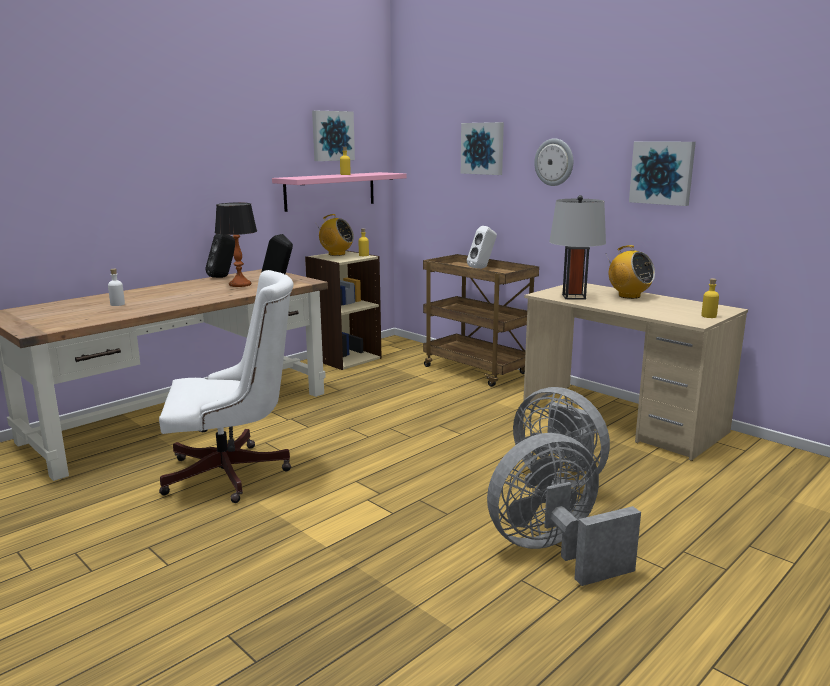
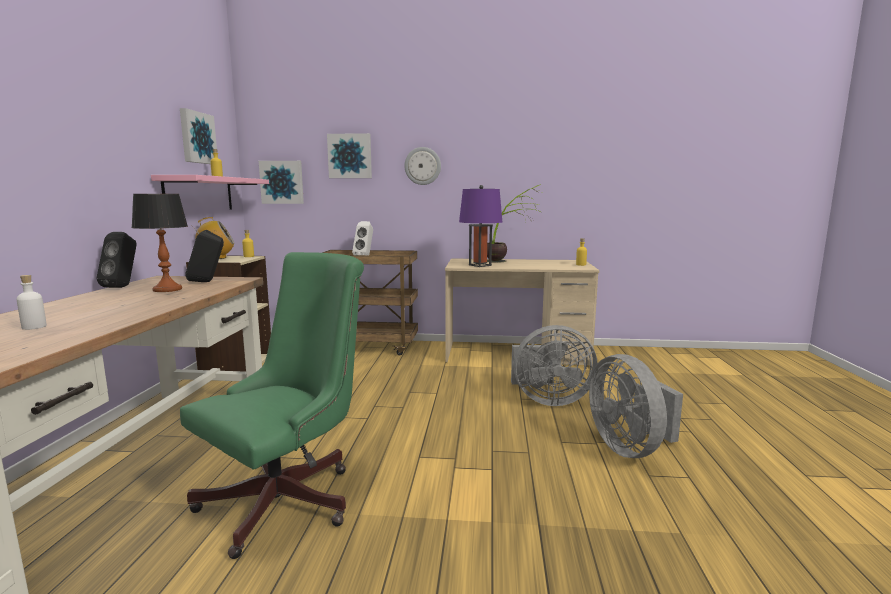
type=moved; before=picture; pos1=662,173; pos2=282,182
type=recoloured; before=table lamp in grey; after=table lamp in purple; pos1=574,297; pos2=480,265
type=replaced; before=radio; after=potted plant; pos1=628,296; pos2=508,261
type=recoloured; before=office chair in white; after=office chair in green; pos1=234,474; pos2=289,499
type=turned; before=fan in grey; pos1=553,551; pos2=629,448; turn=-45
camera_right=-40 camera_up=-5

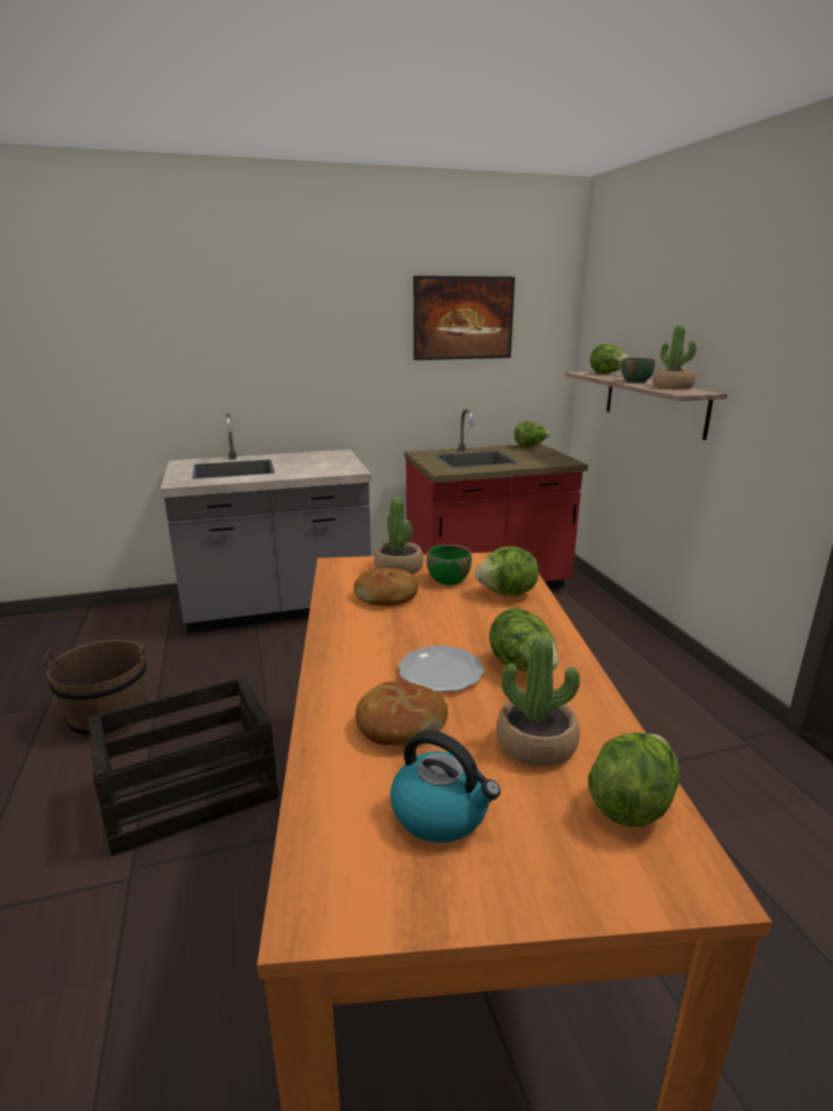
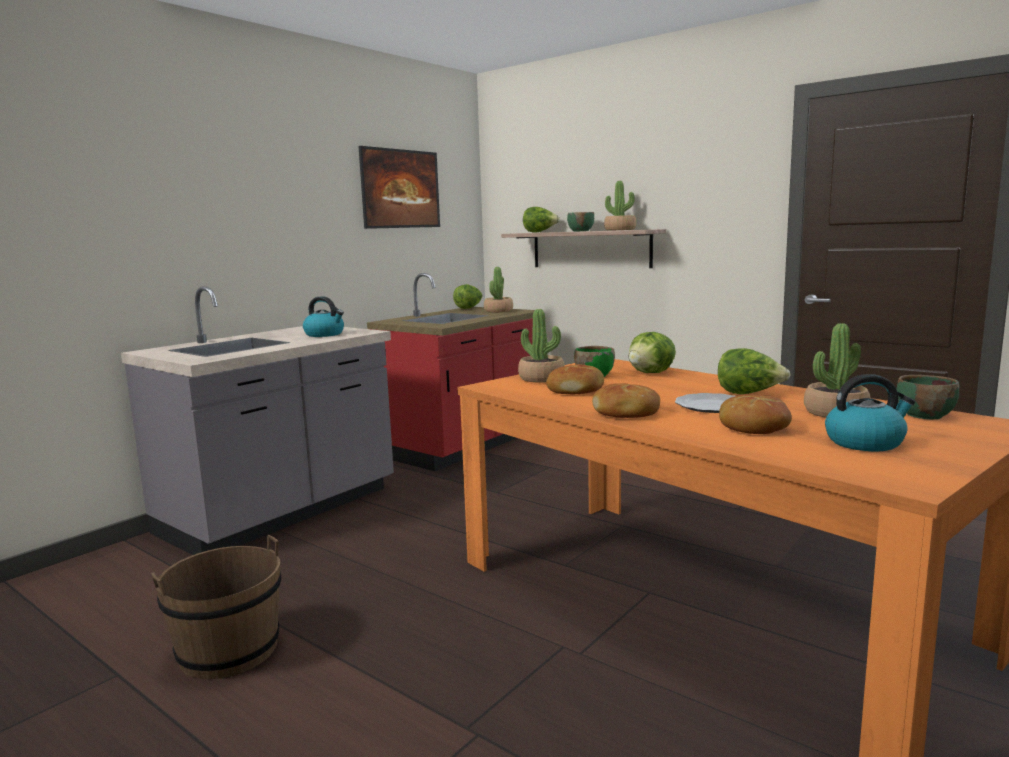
type=removed; before=crate; pos1=192,793
type=replaced; before=lettuce; after=bowl in green; pos1=631,803; pos2=924,415
type=added; after=potted plant; pos2=498,311
type=added; after=kettle; pos2=325,334
type=added; after=bread; pos2=626,413
camera_right=-35 camera_up=-10

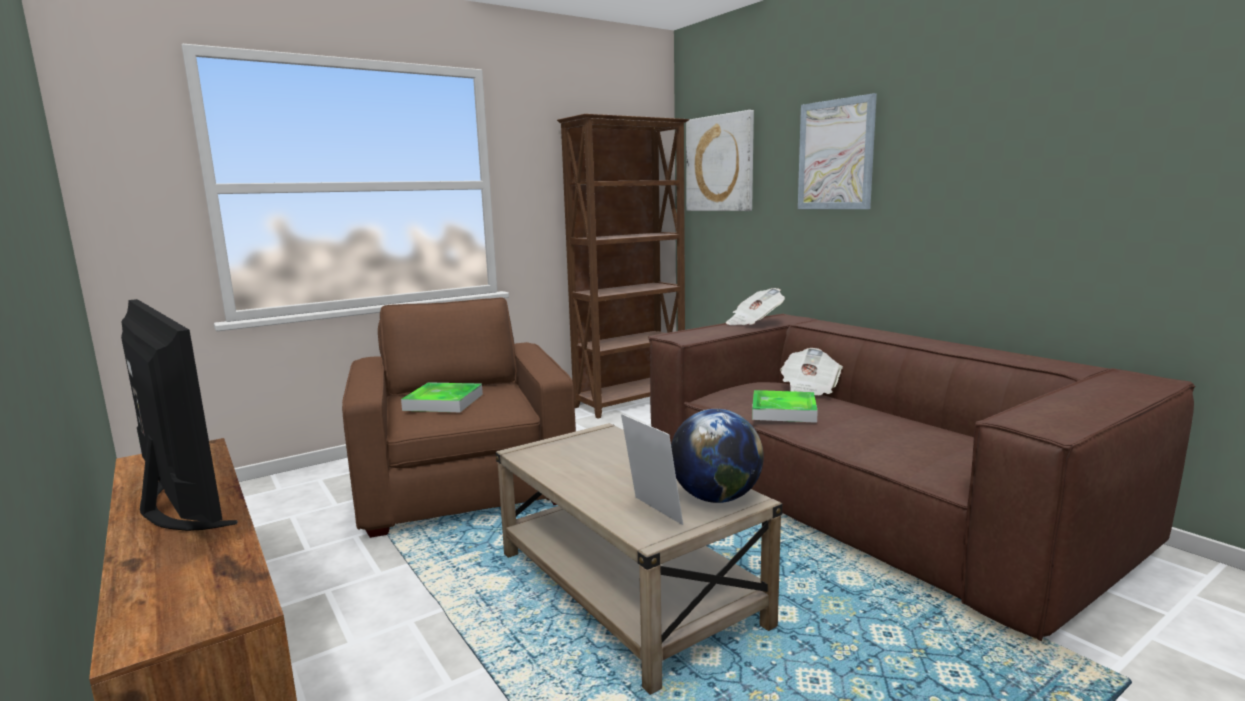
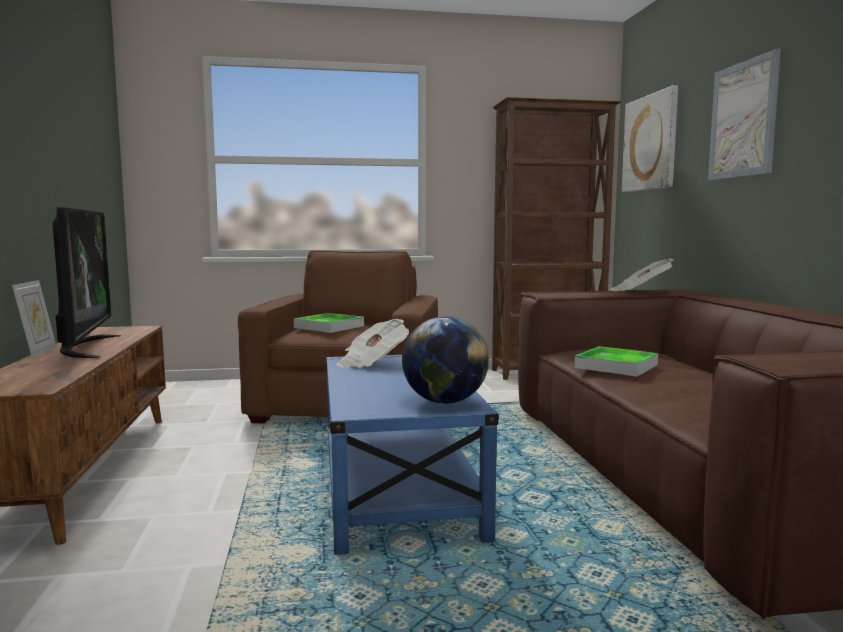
type=moved; before=newspaper; pos1=809,389; pos2=372,363
type=moved; before=picture frame; pos1=652,512; pos2=38,352
type=recoloured; before=coffee table in beige; after=coffee table in blue; pos1=627,588; pos2=397,488
camera_right=25 camera_up=-5

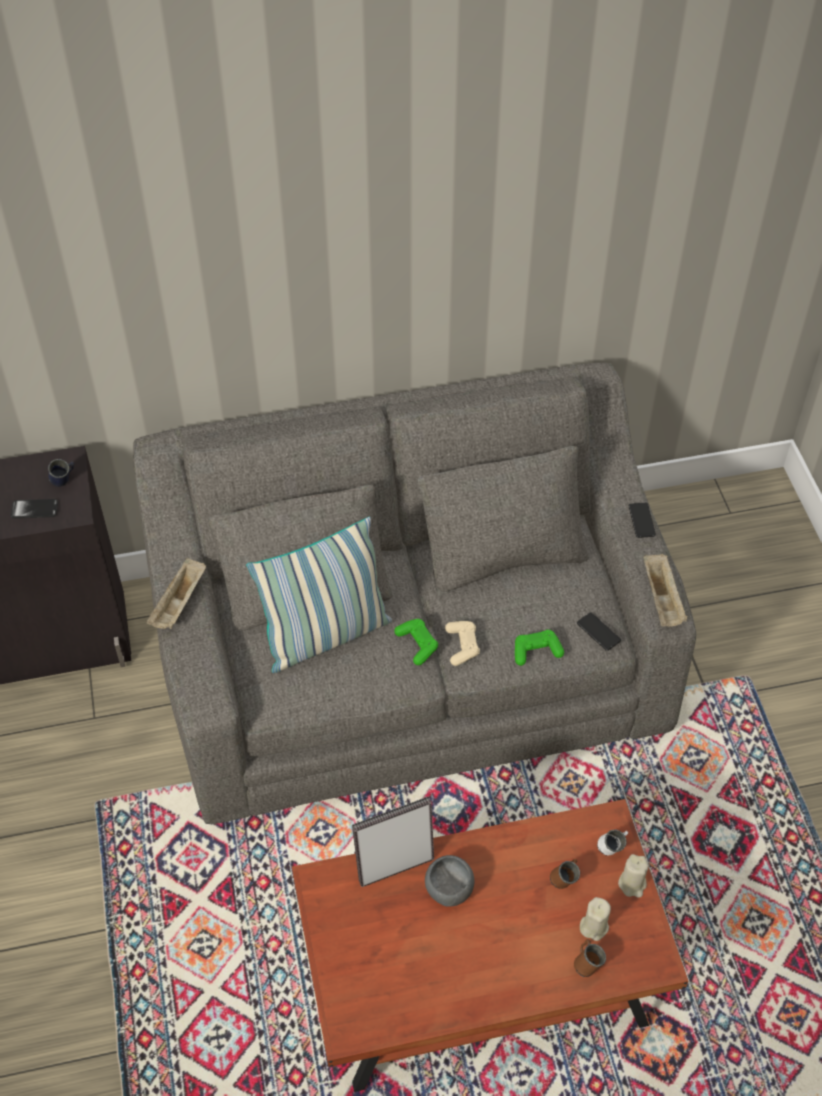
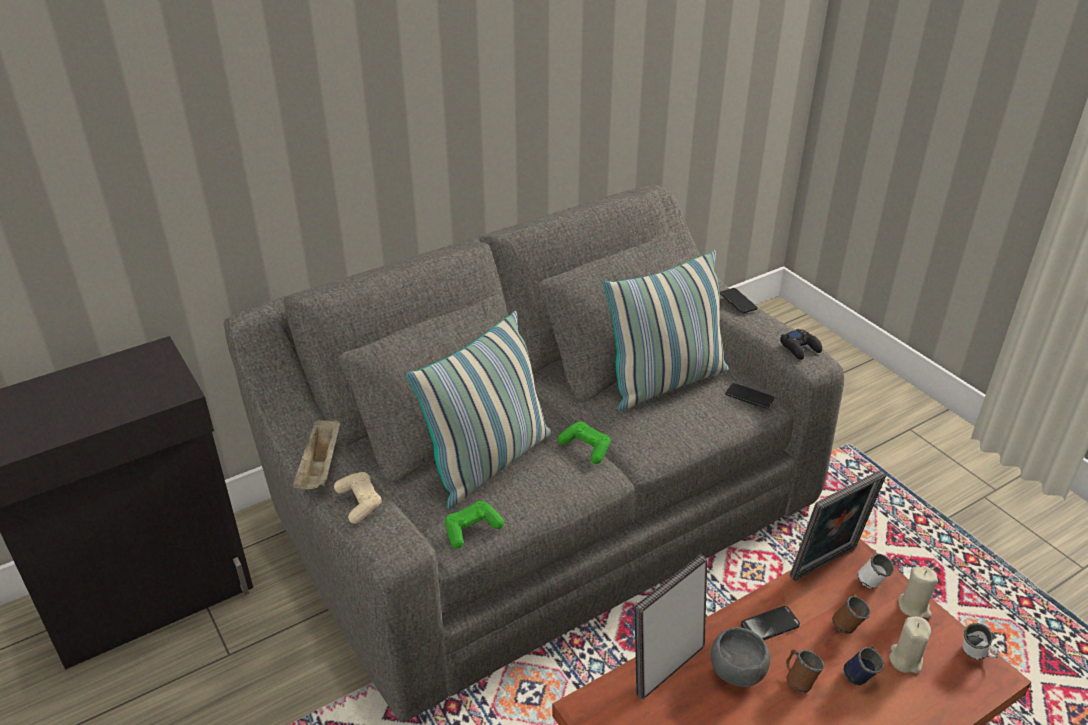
type=moved; before=mug in blue; pos1=64,481; pos2=860,675
type=moved; before=phone; pos1=34,509; pos2=769,625
type=replaced; before=tray in beige; after=game controller in black; pos1=662,600; pos2=800,348
type=moved; before=game controller in beige; pos1=462,646; pos2=359,502
type=moved; before=game controller in green; pos1=536,651; pos2=472,529
type=moved; before=mug in brown; pos1=587,963; pos2=798,679
type=added; after=pillow; pos2=665,382
type=added; after=picture frame; pos2=827,565
type=added; after=mug in white; pos2=976,656
camera_right=-20 camera_up=-15

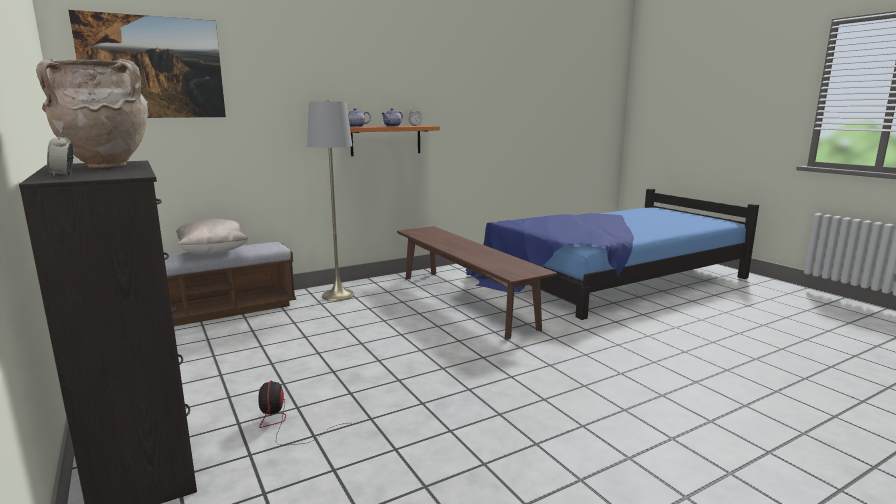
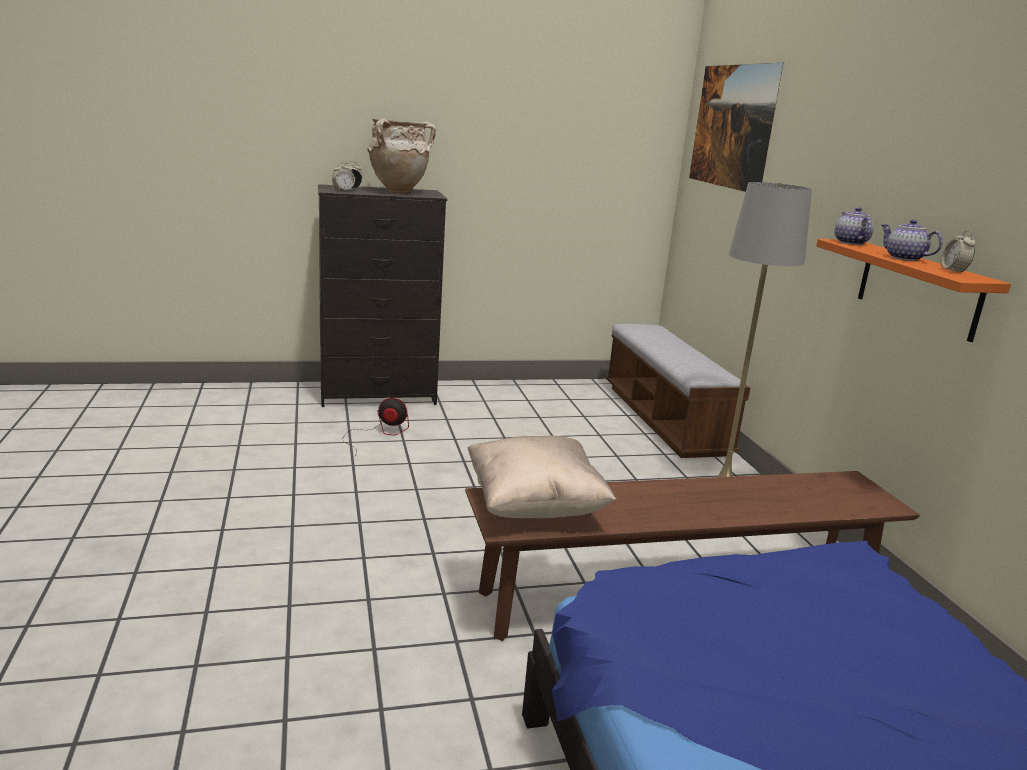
type=moved; before=pillow in beige; pos1=213,252; pos2=535,507
type=added; after=alarm clock; pos2=343,190
camera_right=105 camera_up=5

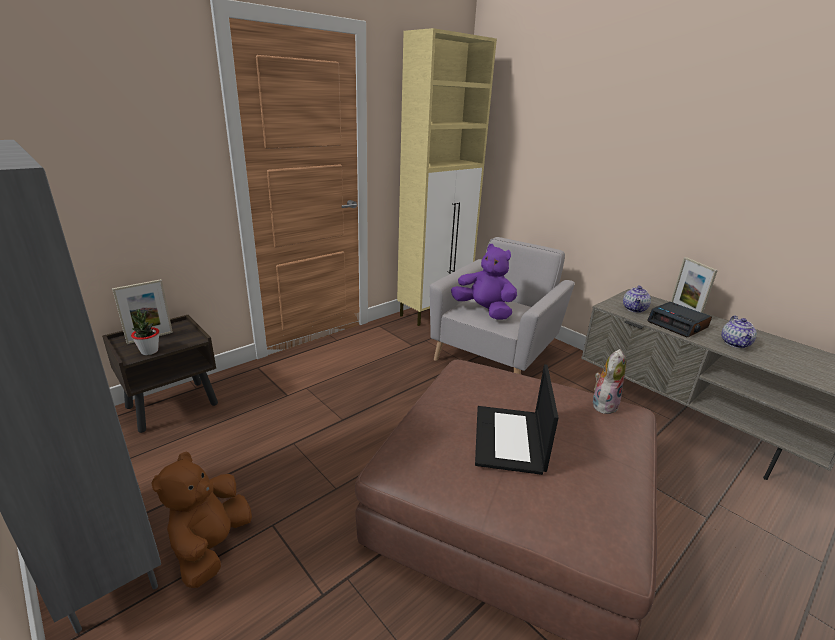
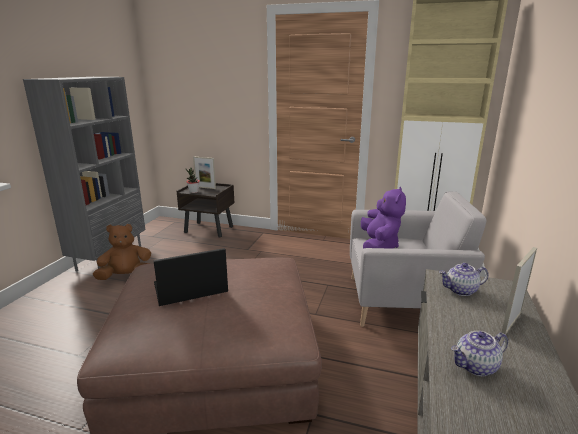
type=removed; before=alarm clock; pos1=678,325
type=removed; before=plush toy; pos1=603,404
camera_right=60 camera_up=-5

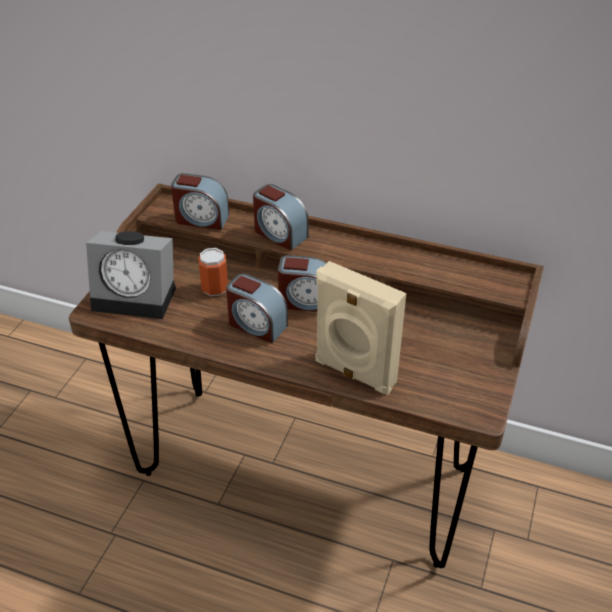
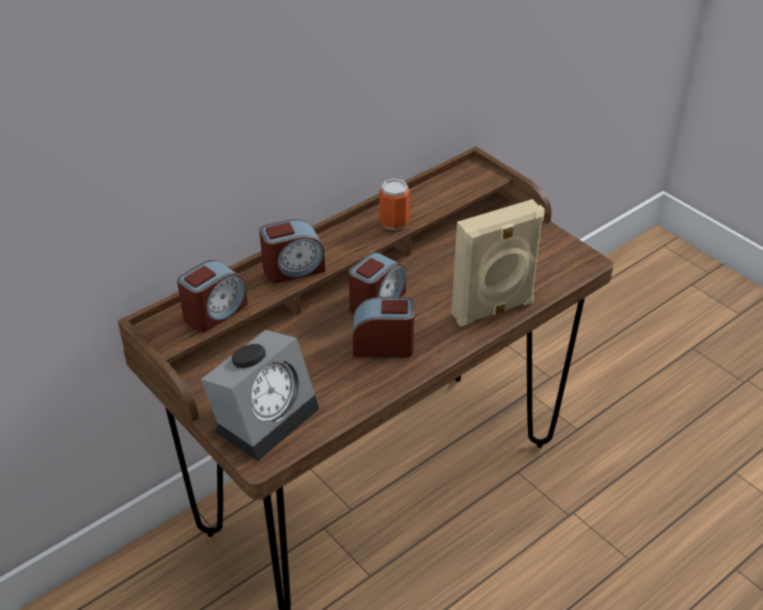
type=moved; before=can; pos1=215,288; pos2=394,222
type=turned; before=alarm clock; pos1=256,325; pos2=383,345; turn=-150
camera_right=-60 camera_up=0

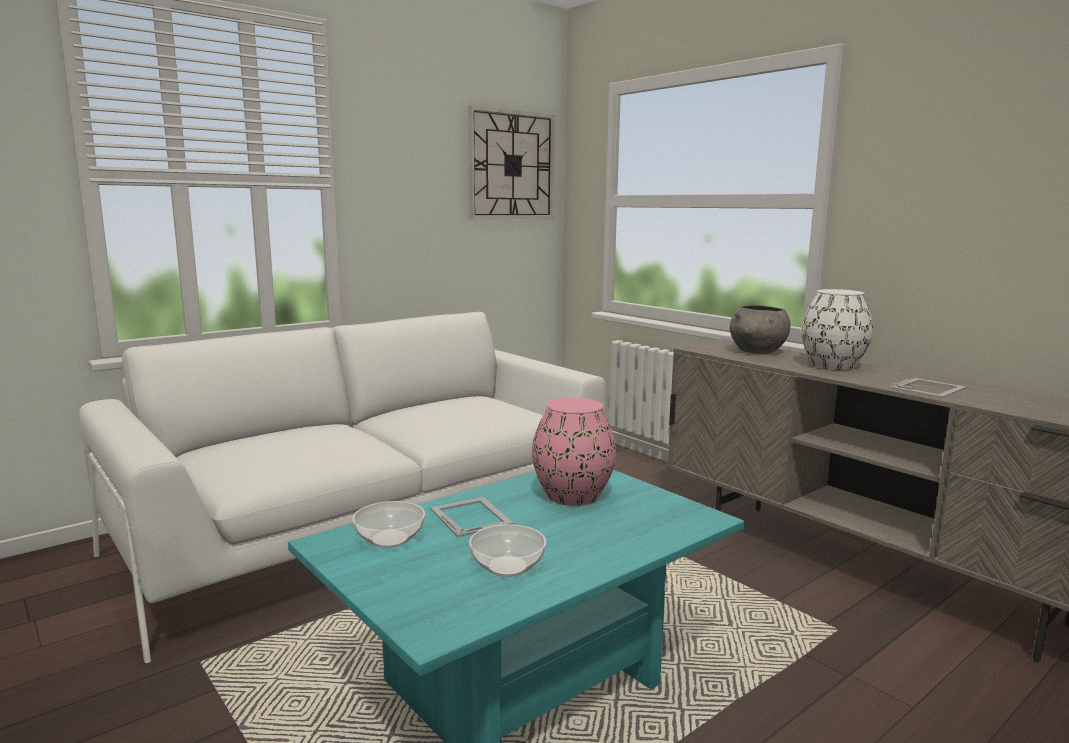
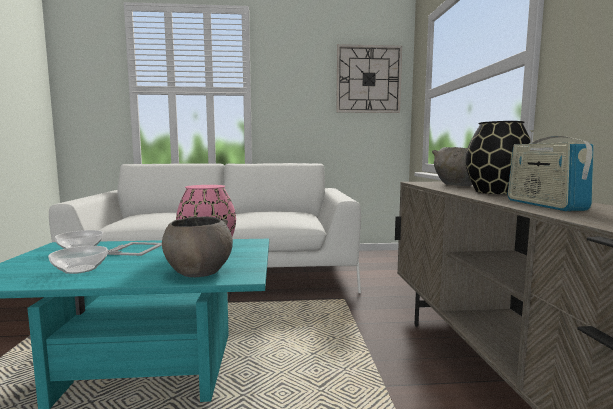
type=recoloured; before=vase in white; after=vase in black; pos1=831,366; pos2=495,192
type=replaced; before=picture frame; after=radio; pos1=929,388; pos2=544,205
type=added; after=bowl in grey; pos2=198,272
camera_right=35 camera_up=-5

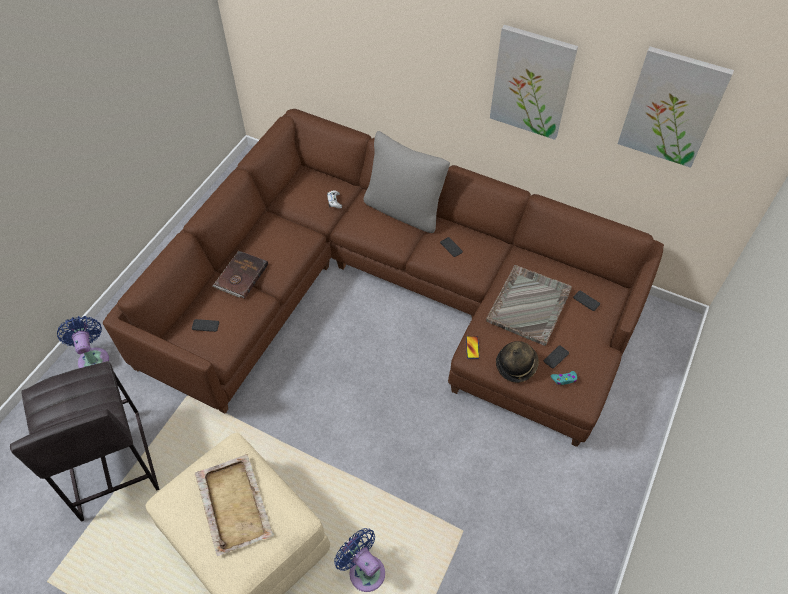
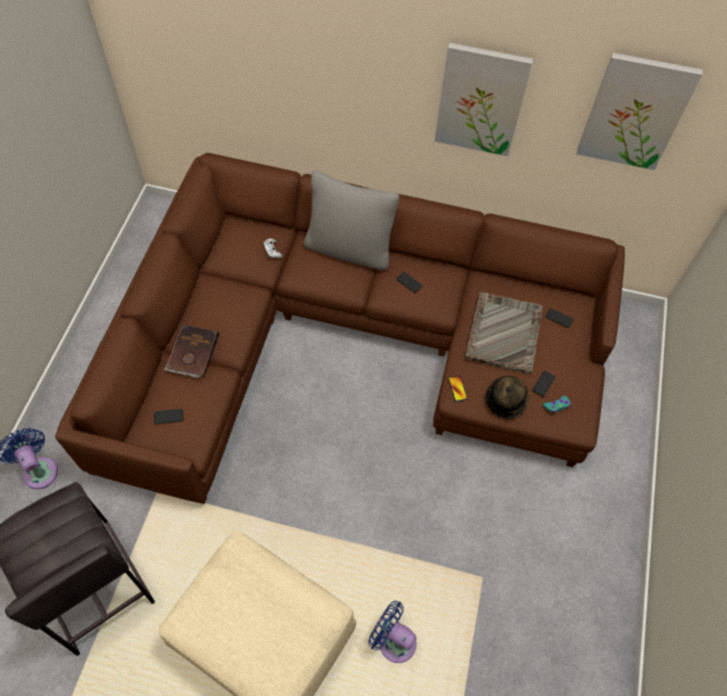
type=removed; before=tray in beige; pos1=234,504
camera_right=-15 camera_up=5

